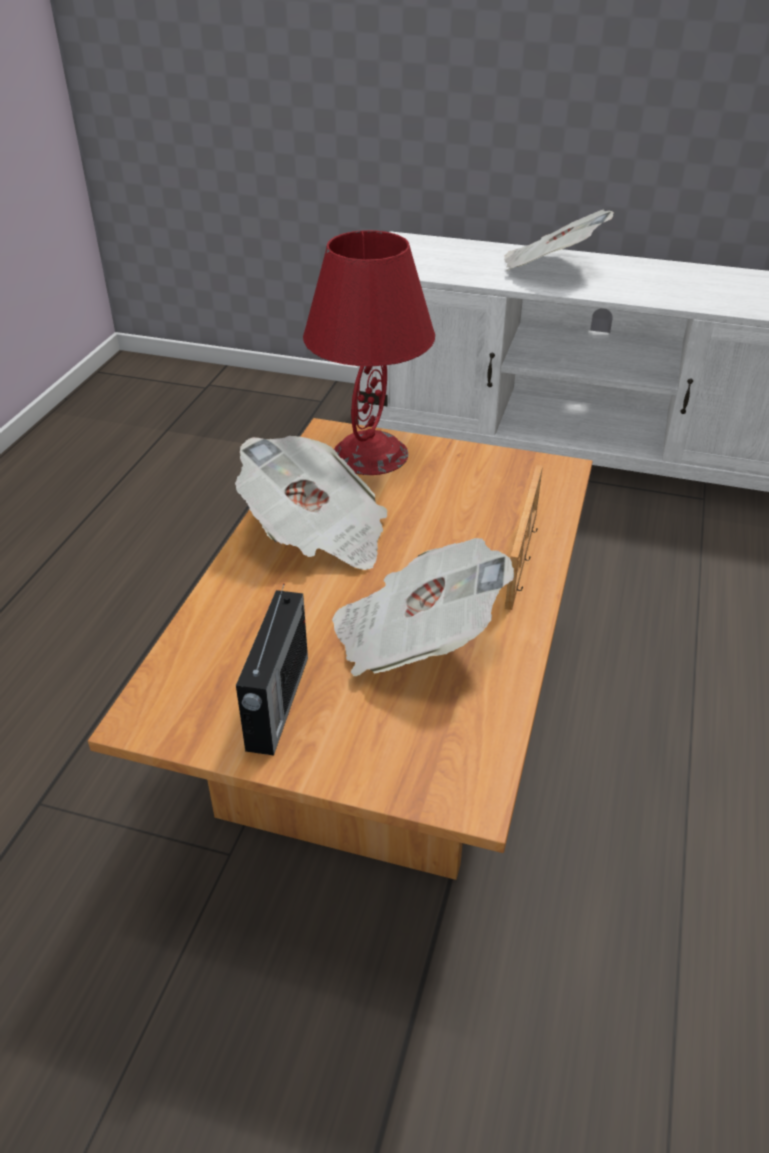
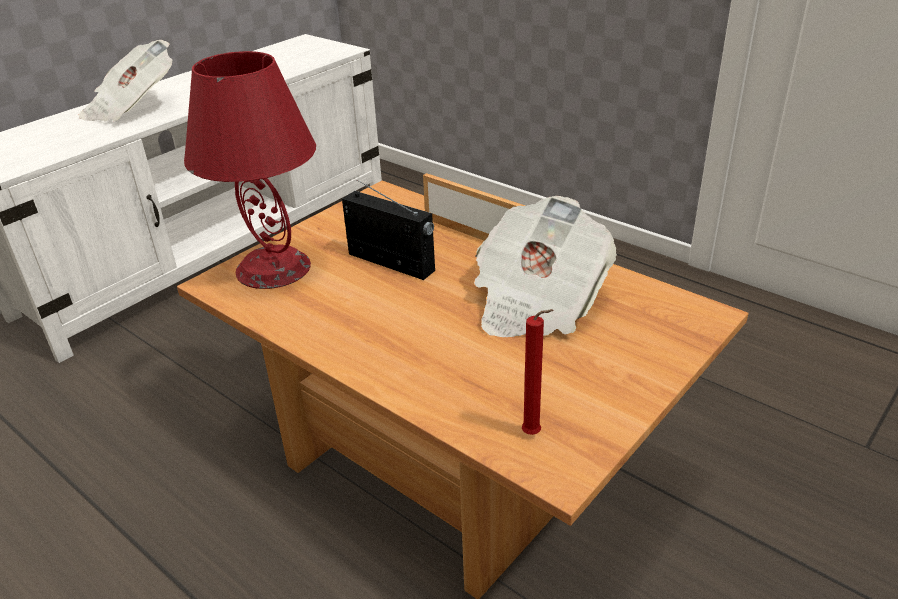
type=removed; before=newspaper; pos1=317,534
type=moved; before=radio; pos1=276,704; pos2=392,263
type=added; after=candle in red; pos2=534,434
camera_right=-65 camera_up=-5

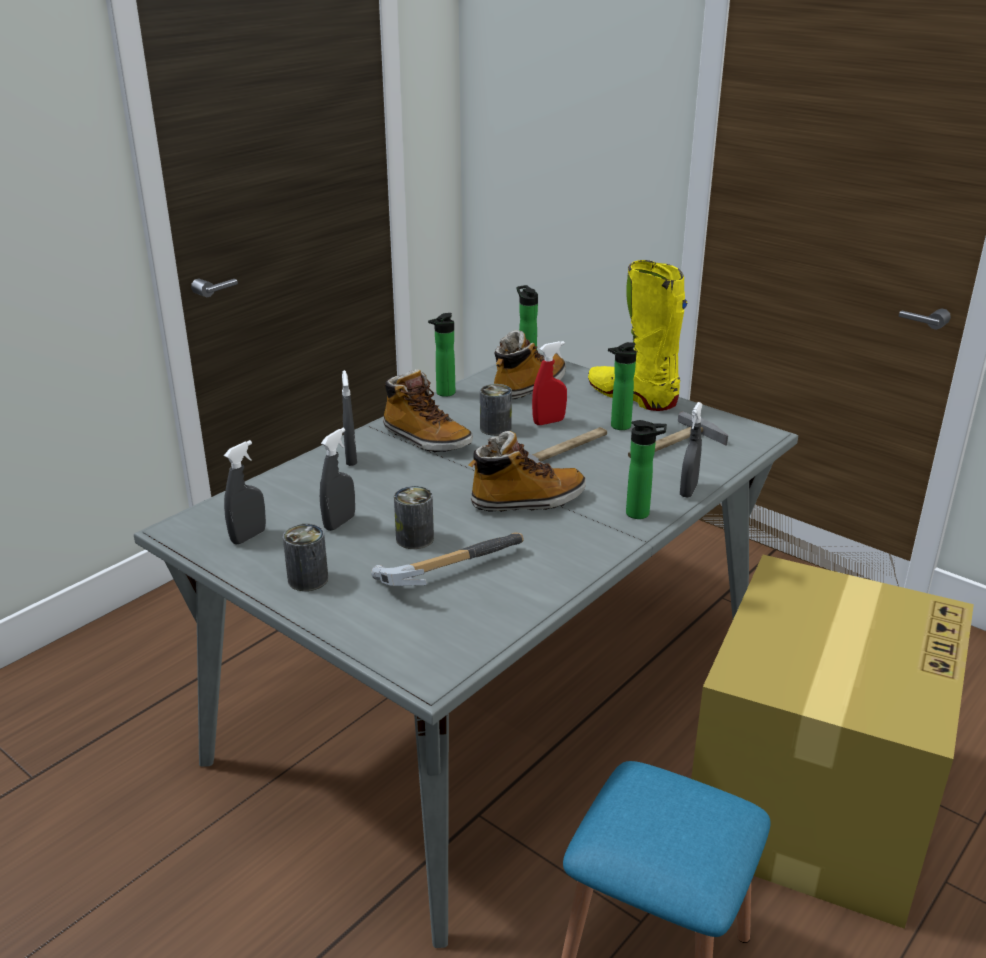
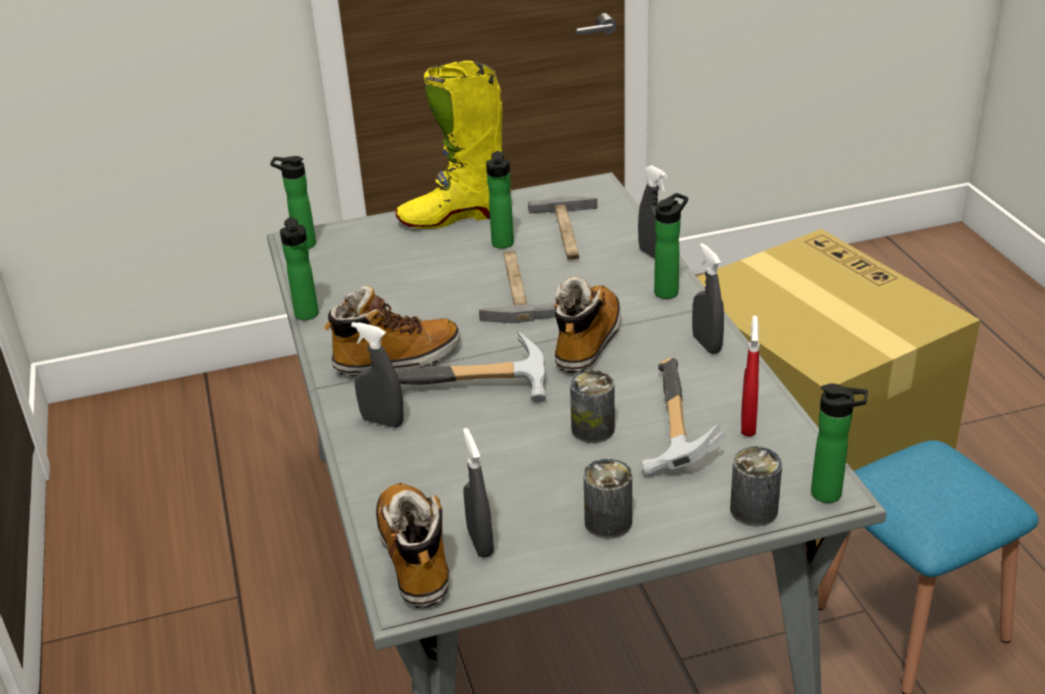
type=moved; before=boot; pos1=529,387; pos2=415,556
type=moved; before=spray bottle in red; pos1=549,422; pos2=748,424
type=moved; before=can; pos1=495,428; pos2=753,510
type=moved; before=spray bottle in grey; pos1=339,523; pos2=706,344
type=added; after=hammer; pos2=473,391
type=added; after=bottle; pos2=831,494
camera_right=-55 camera_up=5

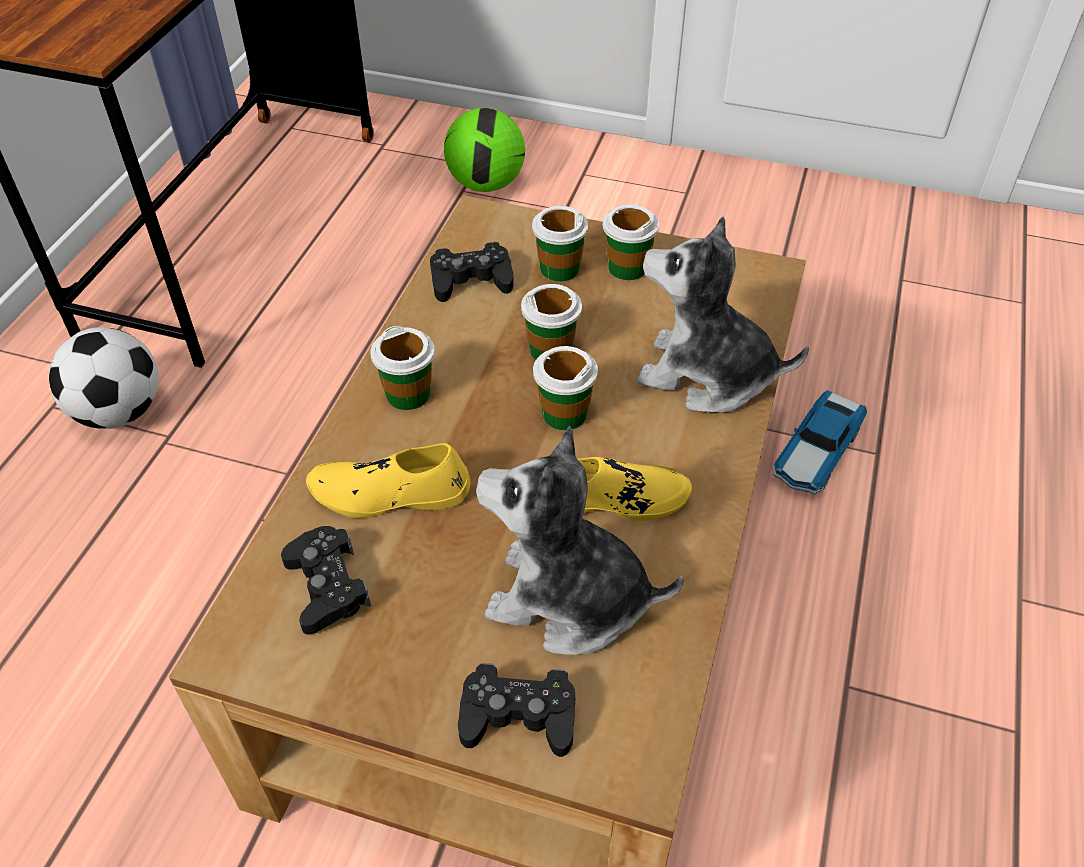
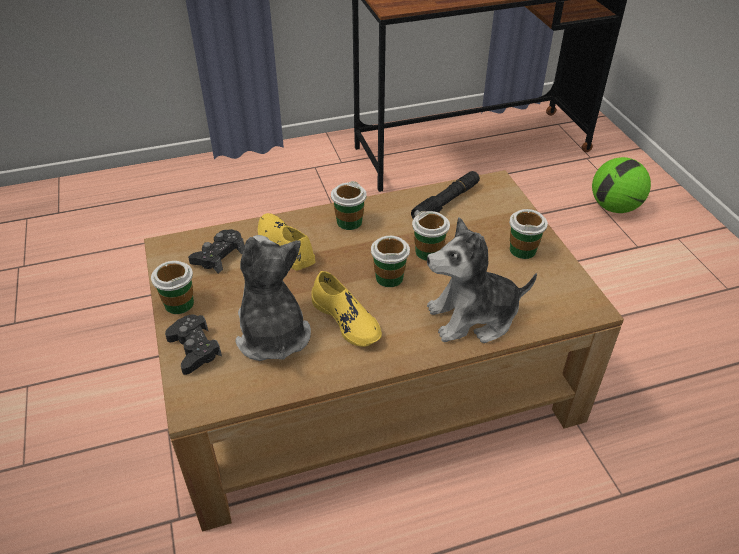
type=moved; before=cup; pos1=559,268; pos2=179,303
type=turned; before=plush toy; pos1=706,375; pos2=473,317; turn=-90
type=replaced; before=game controller in black; after=flashlight in black; pos1=471,280; pos2=446,203
type=removed; before=football; pos1=120,412
type=removed; before=toy car; pos1=816,453
camera_right=55 camera_up=-5

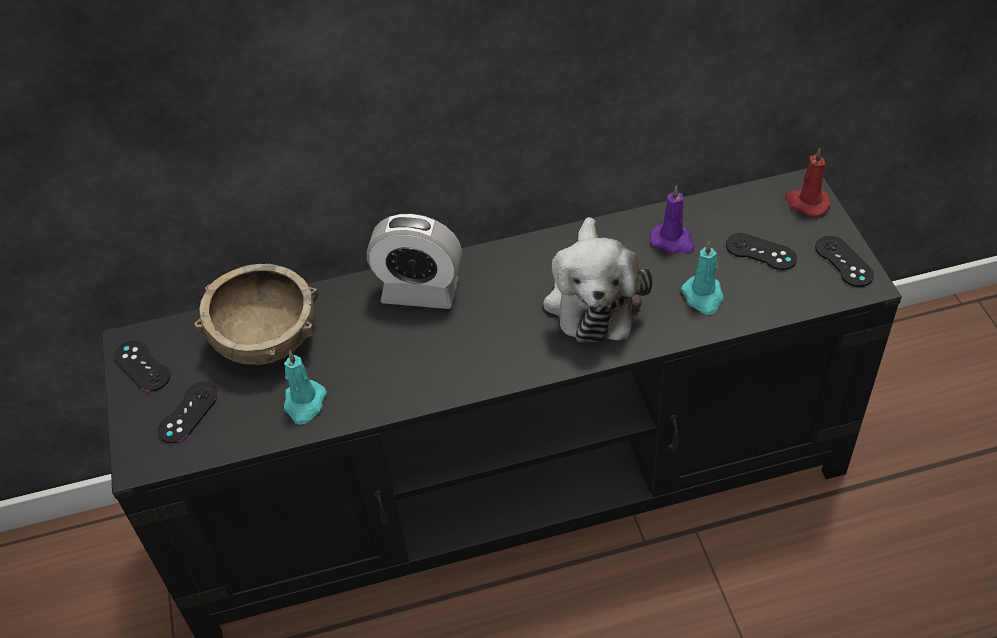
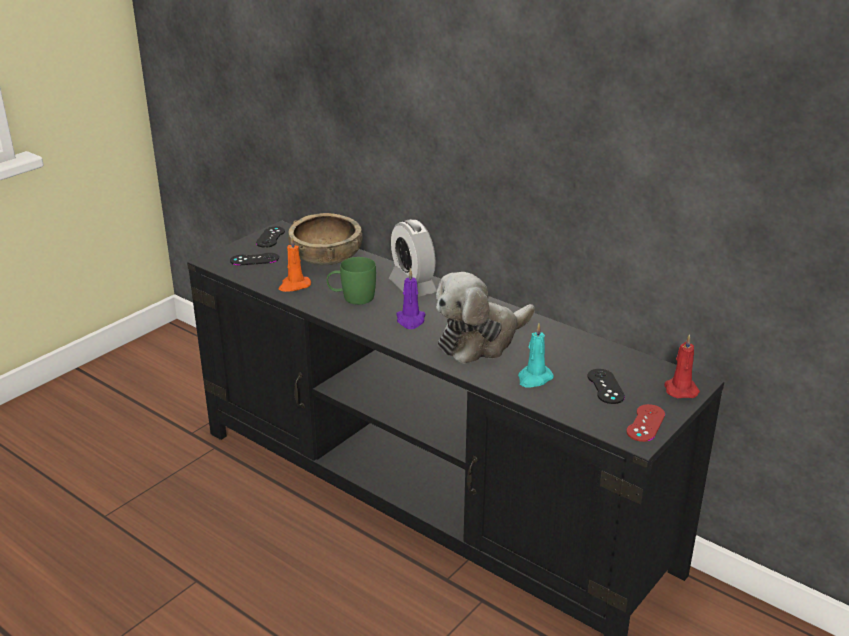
type=moved; before=candle in purple; pos1=673,241; pos2=410,320
type=recoloured; before=game controller in black; after=game controller in red; pos1=843,261; pos2=645,423
type=recoloured; before=candle in turquoise; after=candle in orange; pos1=304,404; pos2=294,286
type=added; after=mug in green; pos2=352,298
camera_right=50 camera_up=-20

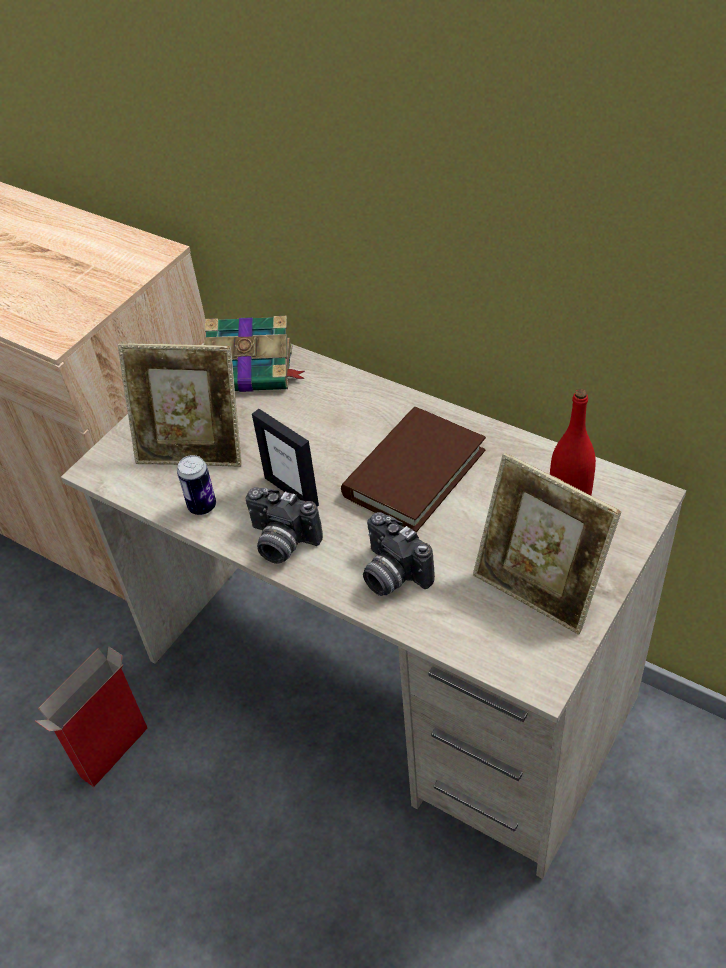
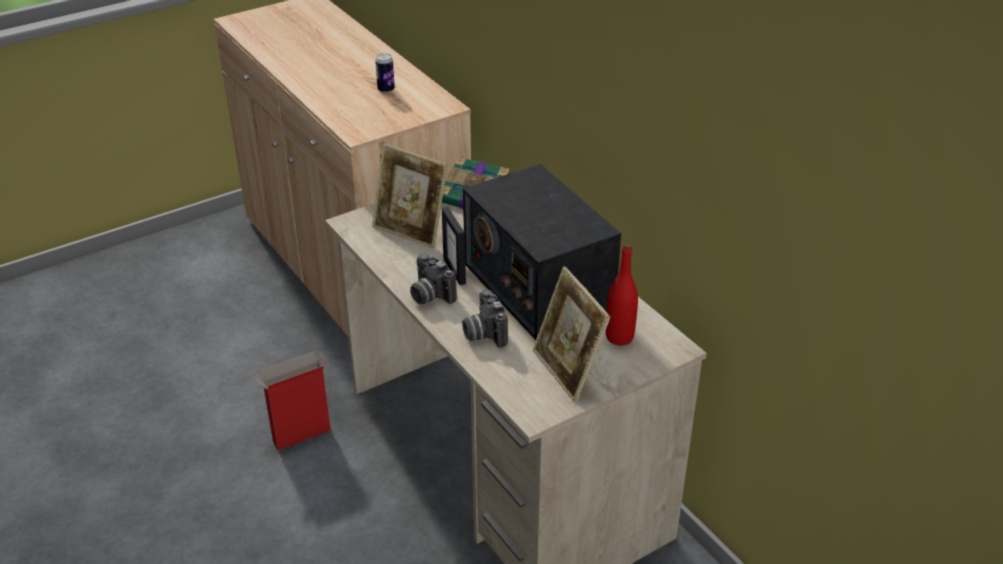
type=replaced; before=book in brown; after=radio; pos1=414,473; pos2=537,286
type=moved; before=can; pos1=202,506; pos2=386,90
camera_right=20 camera_up=-10

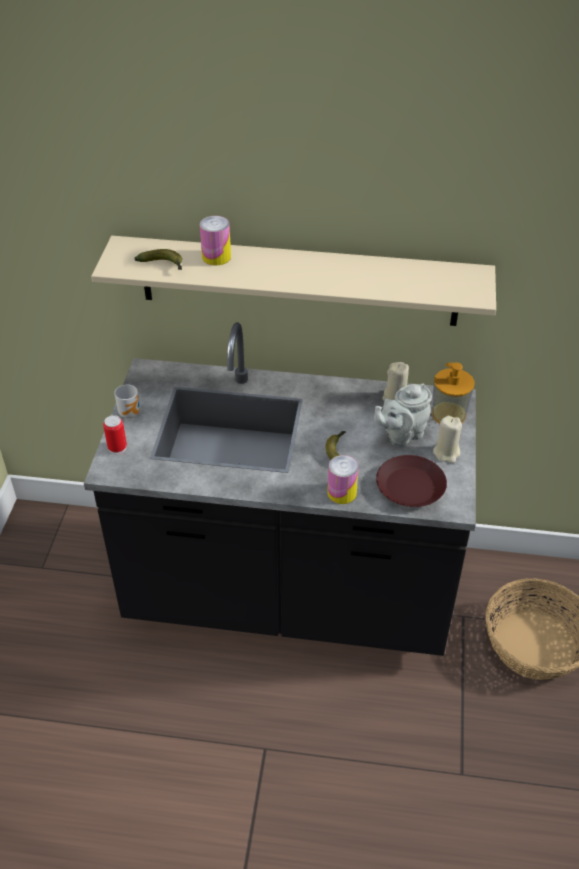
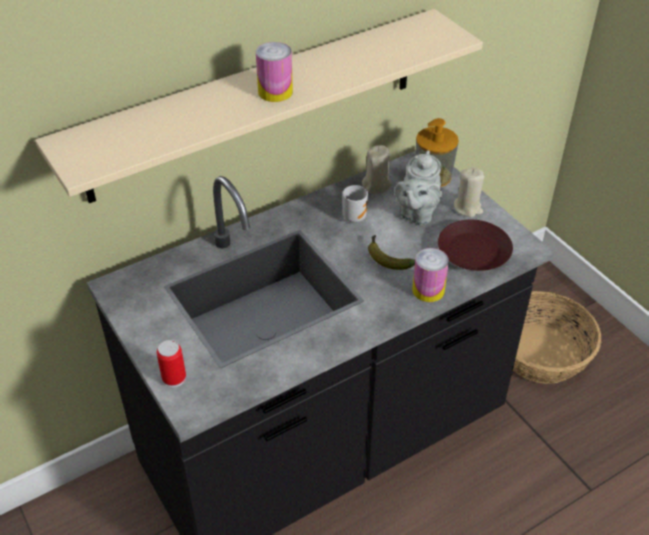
type=moved; before=can; pos1=216,257; pos2=275,92
type=removed; before=banana; pos1=163,265
type=moved; before=mug; pos1=131,413; pos2=354,216
camera_right=-40 camera_up=0

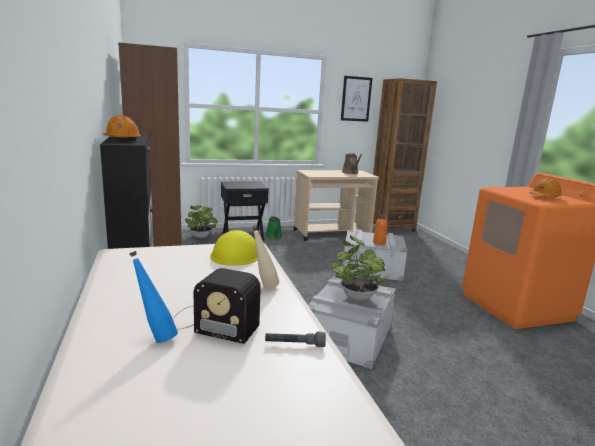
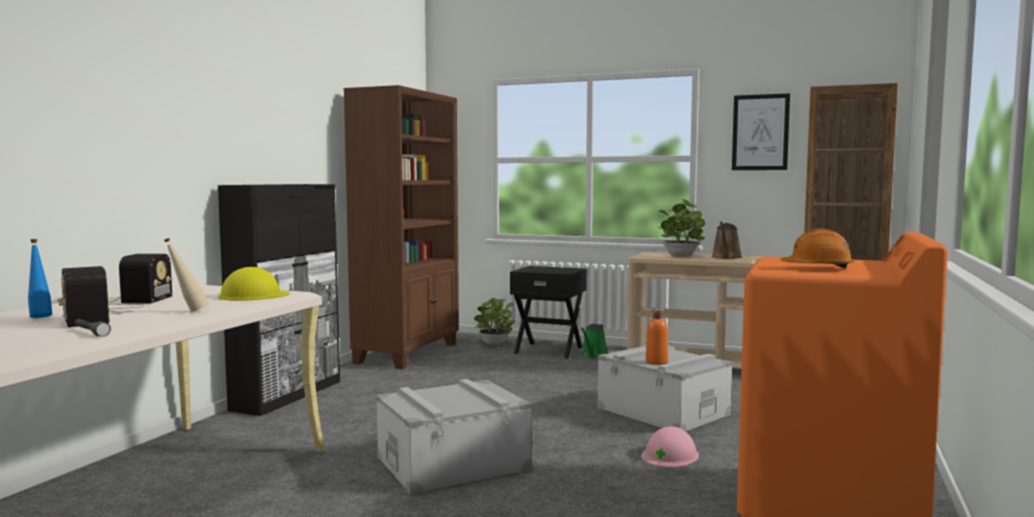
type=removed; before=hard hat in orange; pos1=122,140
type=moved; before=potted plant; pos1=356,296; pos2=681,255
type=added; after=radio; pos2=135,302
type=added; after=hard hat in pink; pos2=670,455
camera_right=40 camera_up=-10

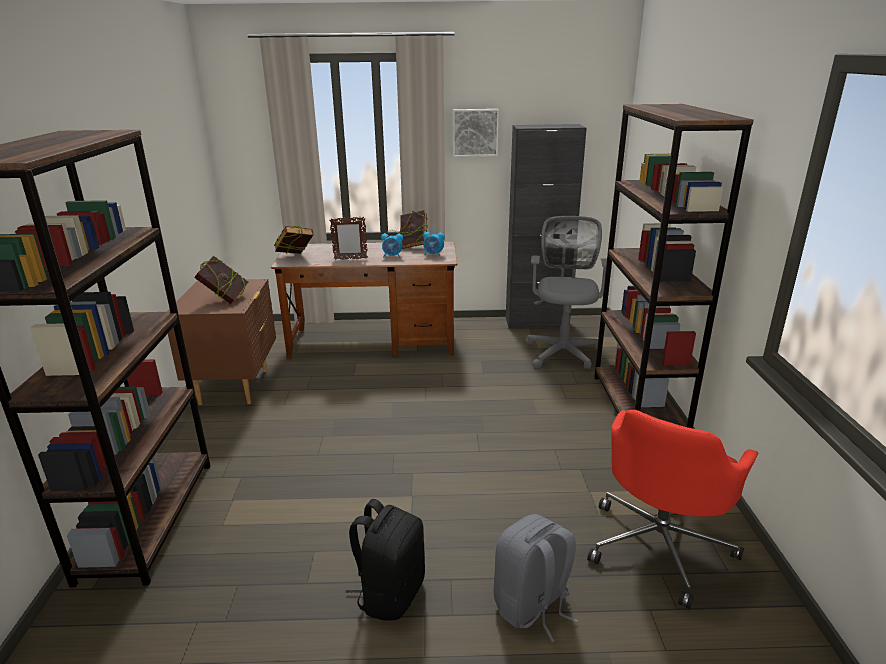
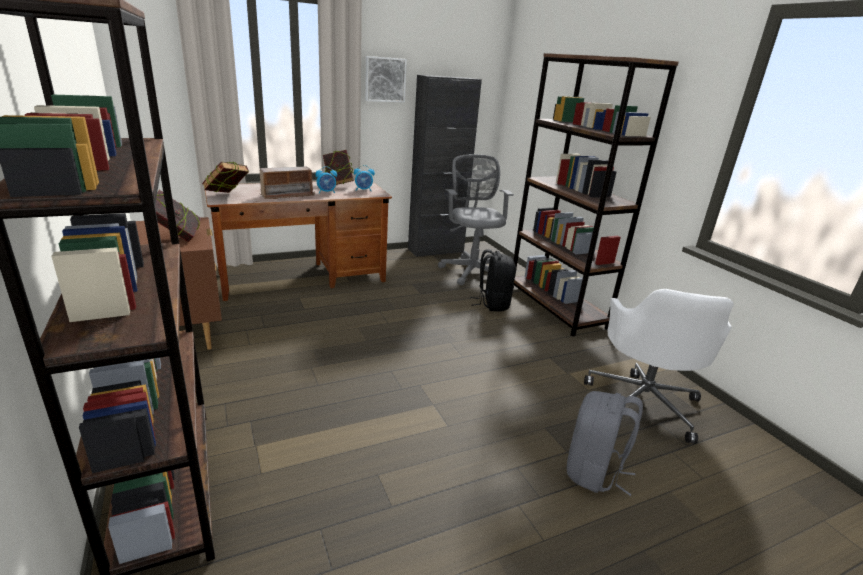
type=replaced; before=picture frame; after=radio; pos1=350,259; pos2=287,195
type=recoloured; before=office chair in red; after=office chair in white; pos1=659,545; pos2=643,402
type=moved; before=backpack in black; pos1=390,593; pos2=492,304
camera_right=-25 camera_up=0

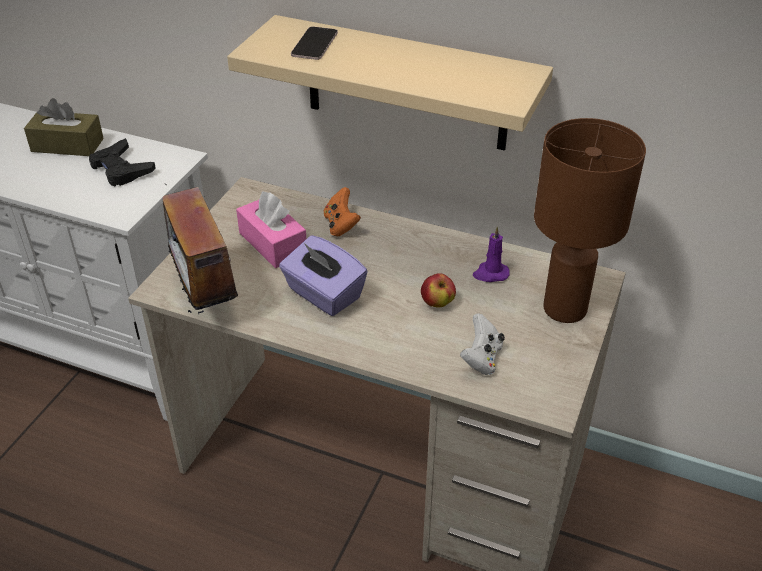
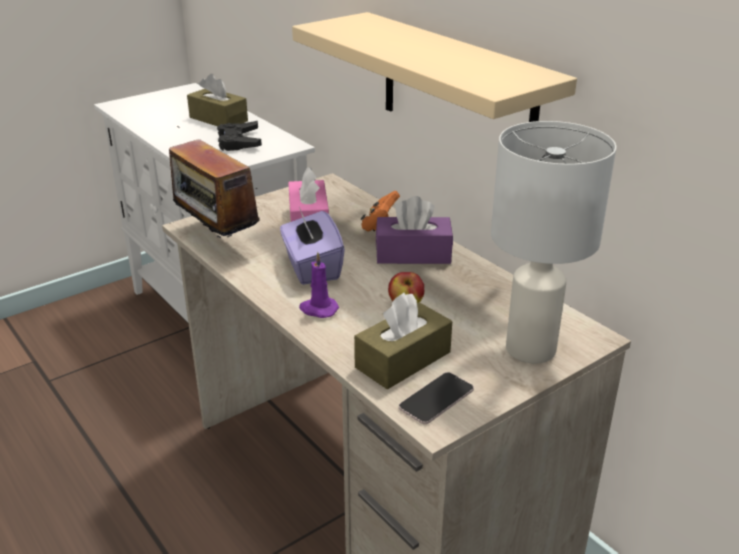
type=moved; before=phone; pos1=314,44; pos2=436,399
type=recoloured; before=table lamp in brown; after=table lamp in white; pos1=566,308; pos2=532,349
type=turned; before=radio; pos1=205,297; pos2=216,241; turn=-45
type=moved; before=candle in purple; pos1=490,274; pos2=318,309
type=replaced; before=game controller in white; after=tissue box in brown; pos1=481,358; pos2=403,360
type=added; after=tissue box in purple; pos2=413,254
camera_right=30 camera_up=-10

